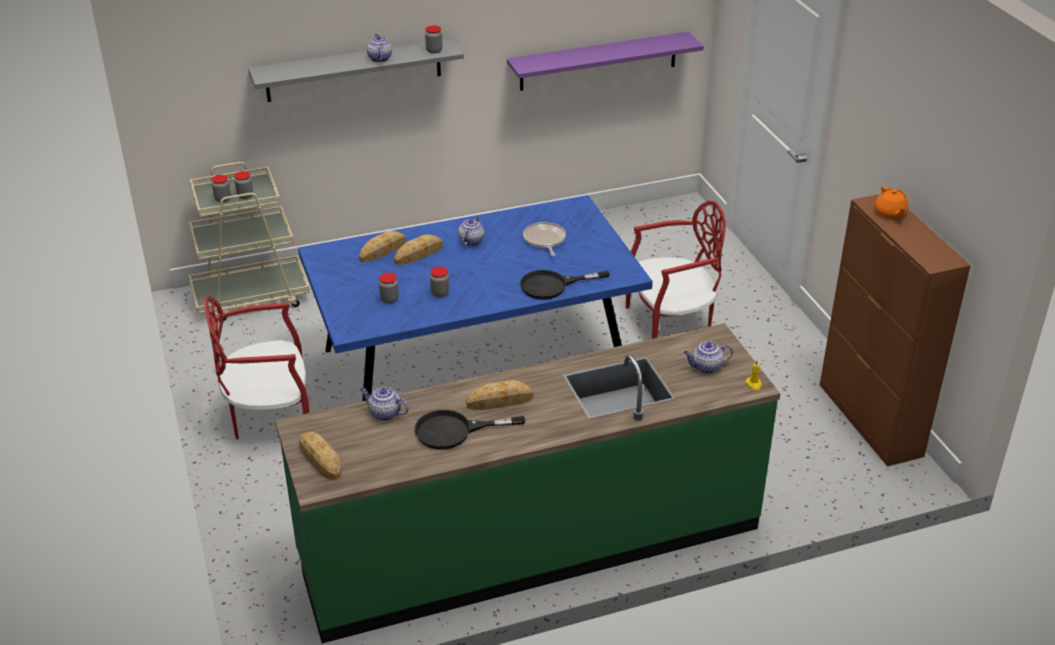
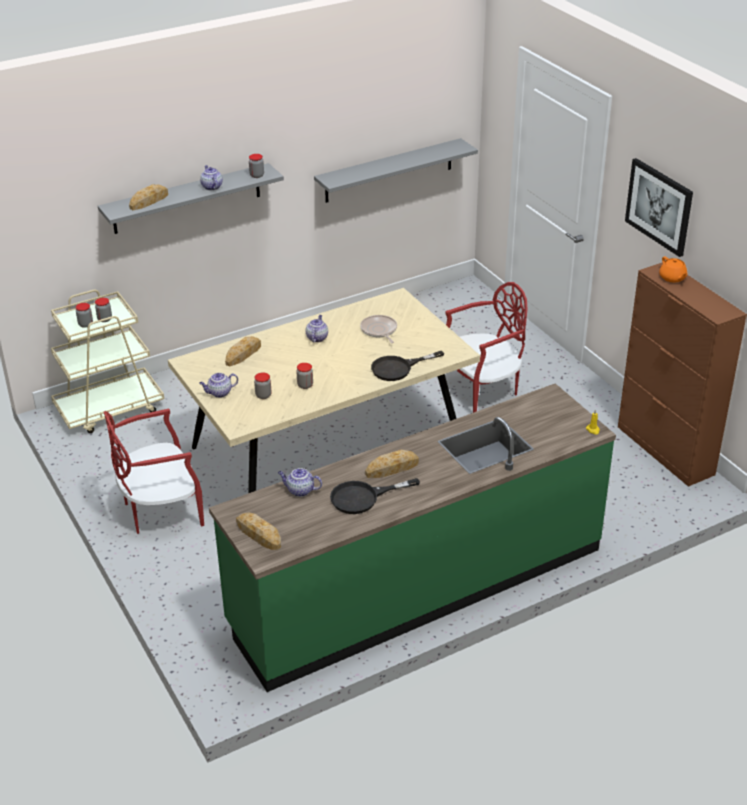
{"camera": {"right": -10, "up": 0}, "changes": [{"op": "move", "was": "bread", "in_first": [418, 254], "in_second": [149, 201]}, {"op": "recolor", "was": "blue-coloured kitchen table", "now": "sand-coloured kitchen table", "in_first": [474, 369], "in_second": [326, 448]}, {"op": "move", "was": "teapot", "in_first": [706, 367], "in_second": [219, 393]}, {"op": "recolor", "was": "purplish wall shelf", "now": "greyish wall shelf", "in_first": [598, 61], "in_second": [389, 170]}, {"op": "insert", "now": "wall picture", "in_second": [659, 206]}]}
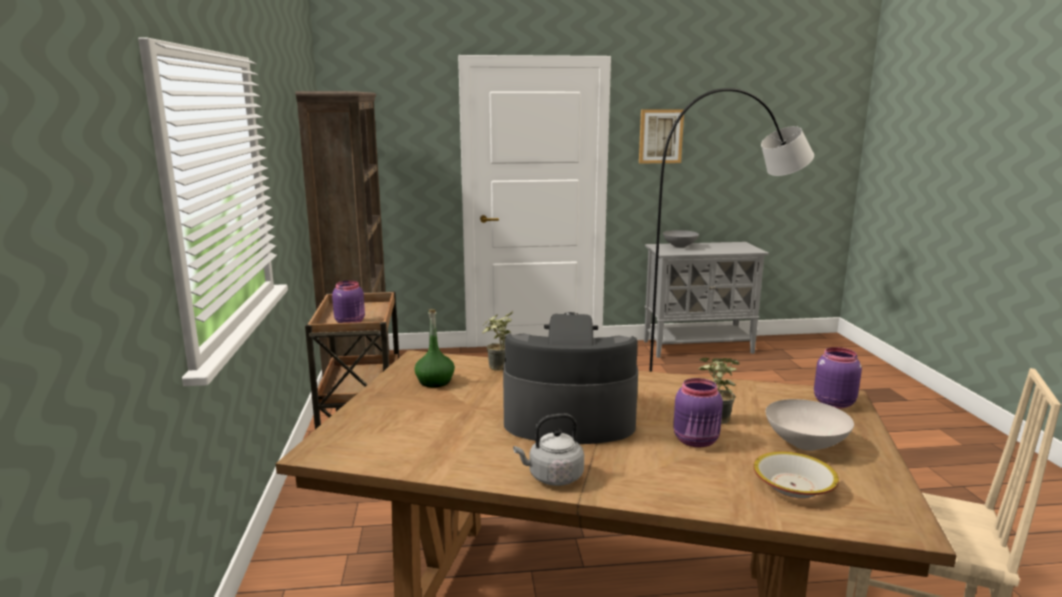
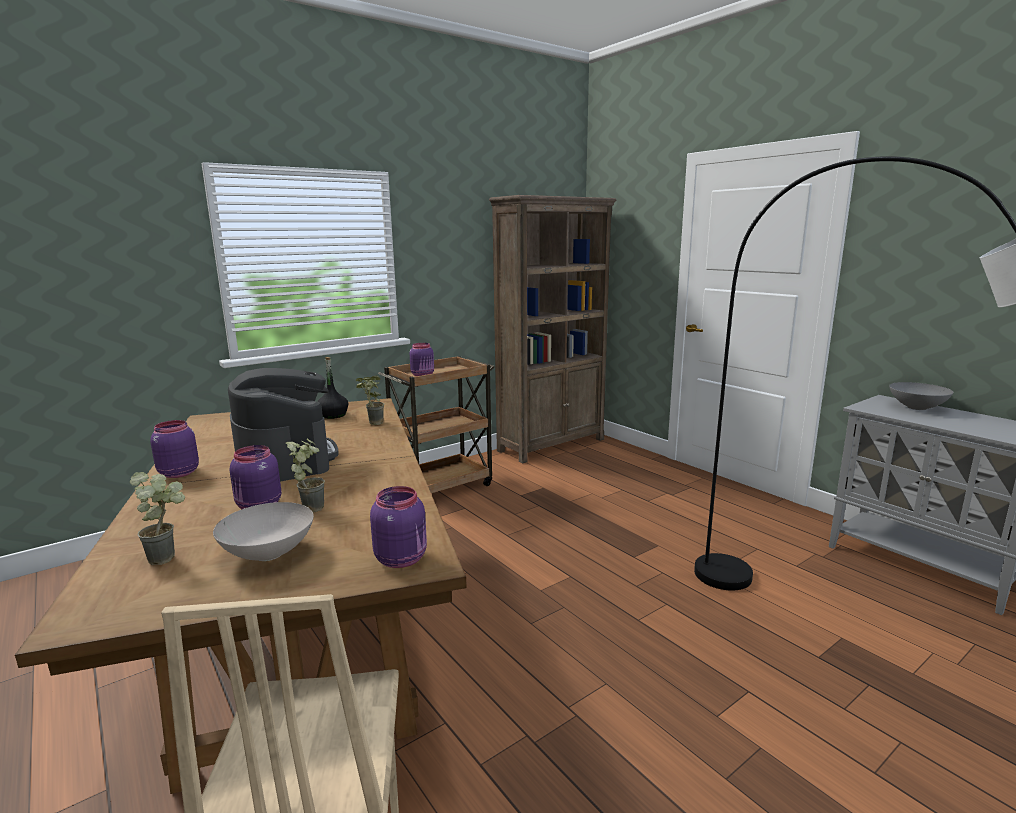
{"camera": {"right": 60, "up": 0}, "changes": [{"op": "replace", "was": "deep dish", "now": "potted plant", "in_first": [793, 486], "in_second": [170, 557]}, {"op": "replace", "was": "greyish tea kettle", "now": "purplish preserve jar", "in_first": [552, 477], "in_second": [178, 473]}, {"op": "recolor", "was": "green beverage bottle", "now": "black beverage bottle", "in_first": [435, 381], "in_second": [333, 415]}, {"op": "delete", "was": "wall picture", "in_first": [660, 136]}]}
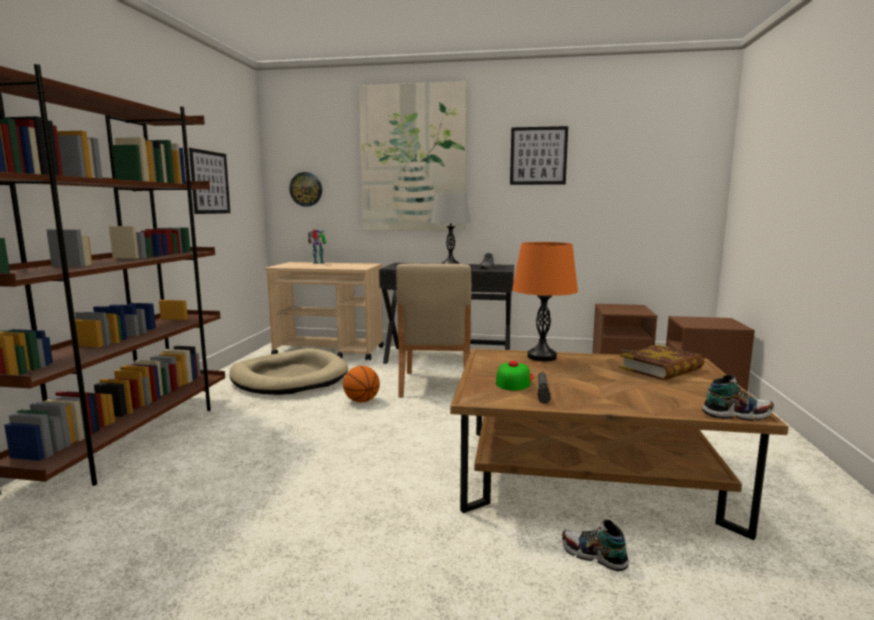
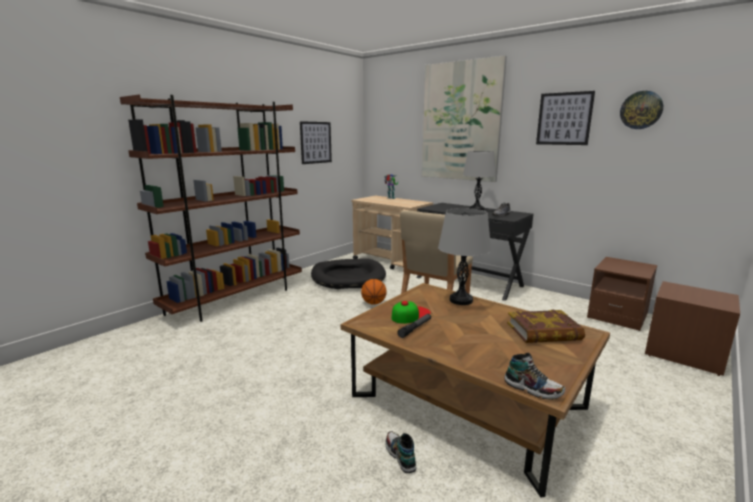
{"camera": {"right": 30, "up": 5}, "changes": [{"op": "recolor", "was": "sand-coloured dog cushion", "now": "black dog cushion", "in_first": [289, 377], "in_second": [348, 277]}, {"op": "recolor", "was": "orange-coloured lamp for a table", "now": "greyish lamp for a table", "in_first": [542, 357], "in_second": [461, 300]}, {"op": "move", "was": "hanging clock", "in_first": [306, 189], "in_second": [641, 110]}]}
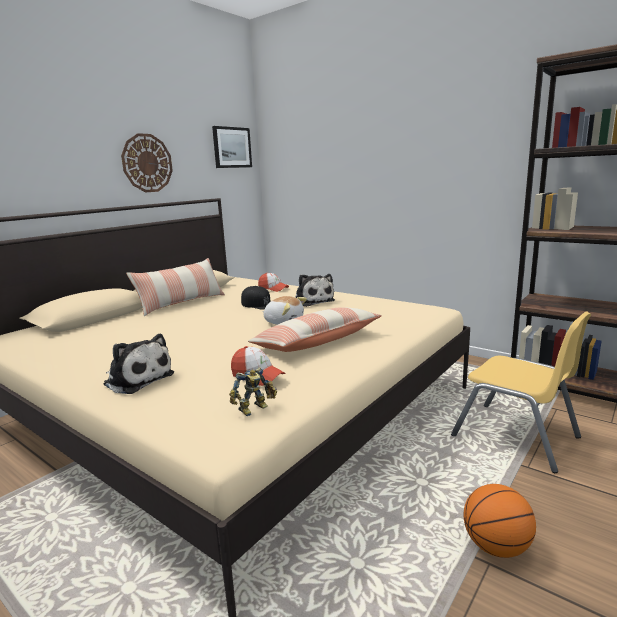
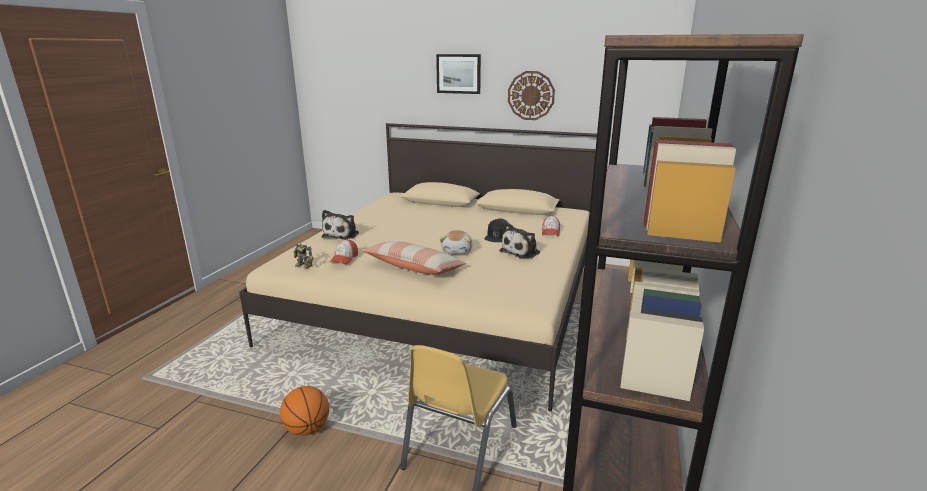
{"camera": {"right": 70, "up": 5}, "changes": [{"op": "move", "was": "wall picture", "in_first": [232, 147], "in_second": [458, 73]}, {"op": "delete", "was": "cushion", "in_first": [181, 303]}]}
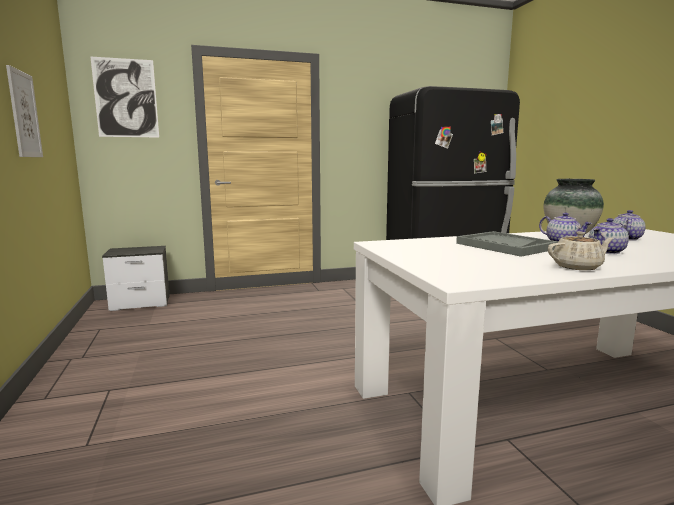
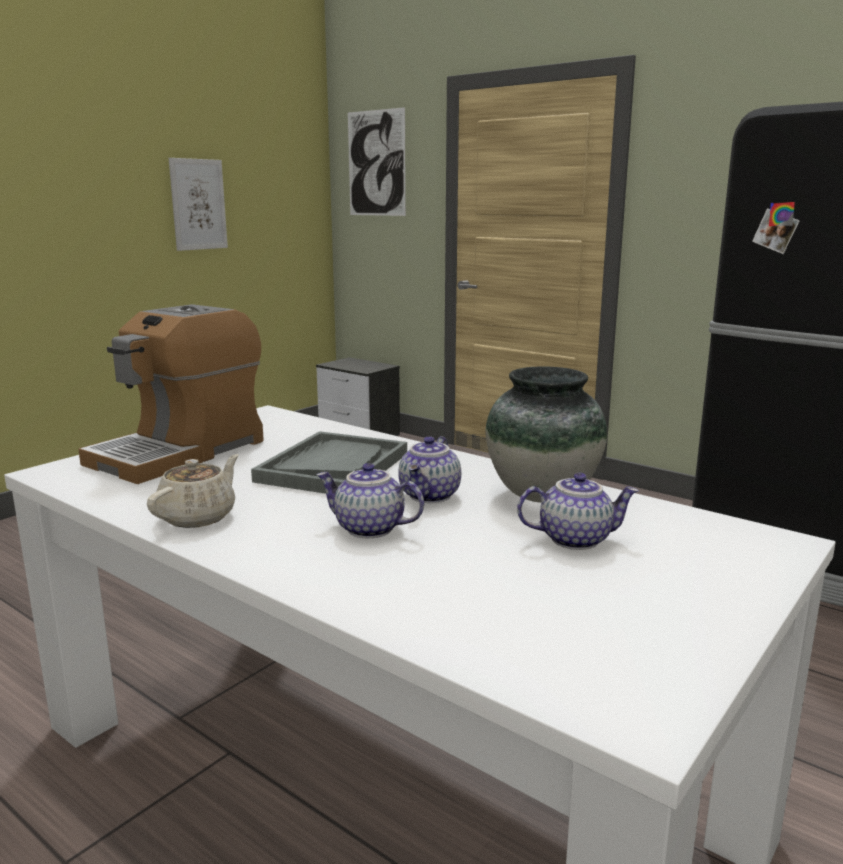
{"camera": {"right": 55, "up": 5}, "changes": [{"op": "insert", "now": "coffee maker", "in_second": [180, 452]}, {"op": "rotate", "was": "sand-coloured teapot", "in_first": [578, 267], "in_second": [198, 517], "clockwise": -105}]}
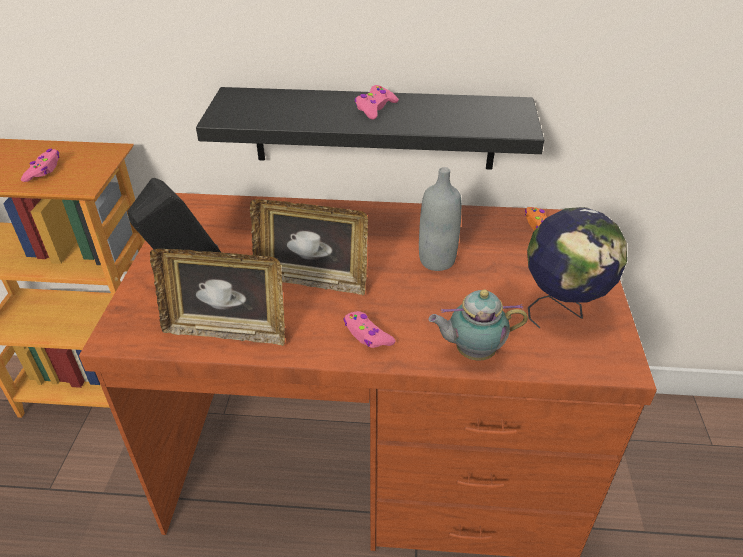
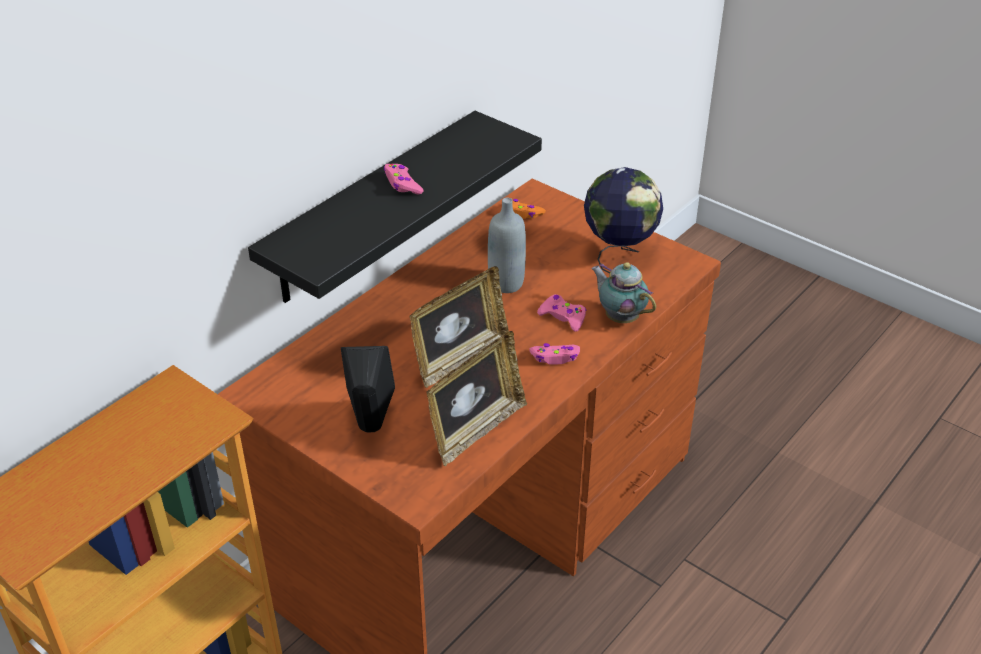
{"camera": {"right": -55, "up": 0}, "changes": [{"op": "move", "was": "pink joypad", "in_first": [43, 170], "in_second": [563, 317]}, {"op": "rotate", "was": "teapot", "in_first": [472, 352], "in_second": [620, 317], "clockwise": 105}]}
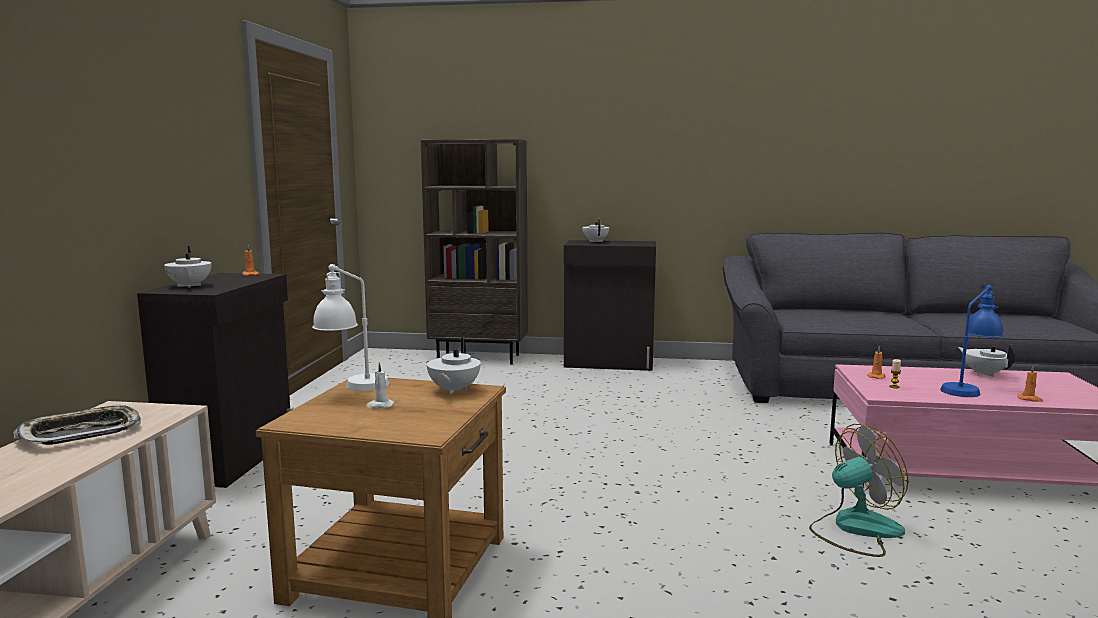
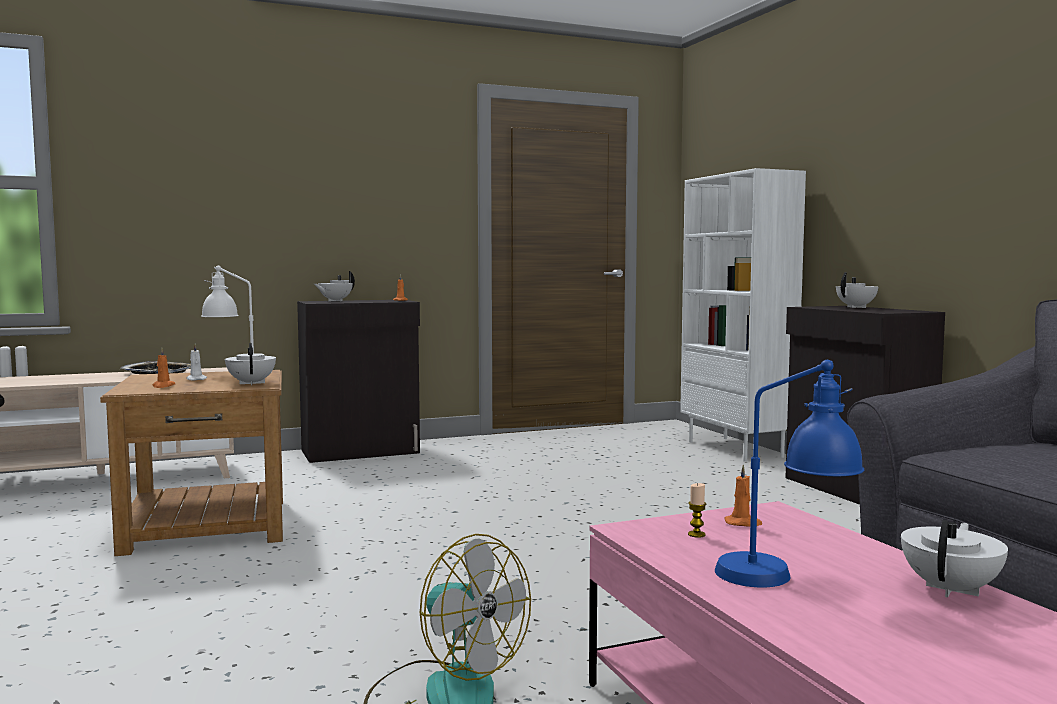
{"camera": {"right": 60, "up": -5}, "changes": [{"op": "move", "was": "orange-coloured wax light", "in_first": [1030, 399], "in_second": [163, 386]}, {"op": "rotate", "was": "white teapot", "in_first": [453, 390], "in_second": [252, 383], "clockwise": 90}, {"op": "recolor", "was": "brownish bookshelf", "now": "white bookshelf", "in_first": [479, 358], "in_second": [736, 449]}]}
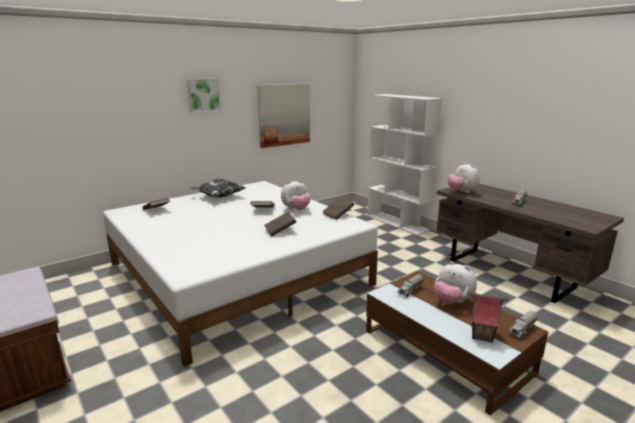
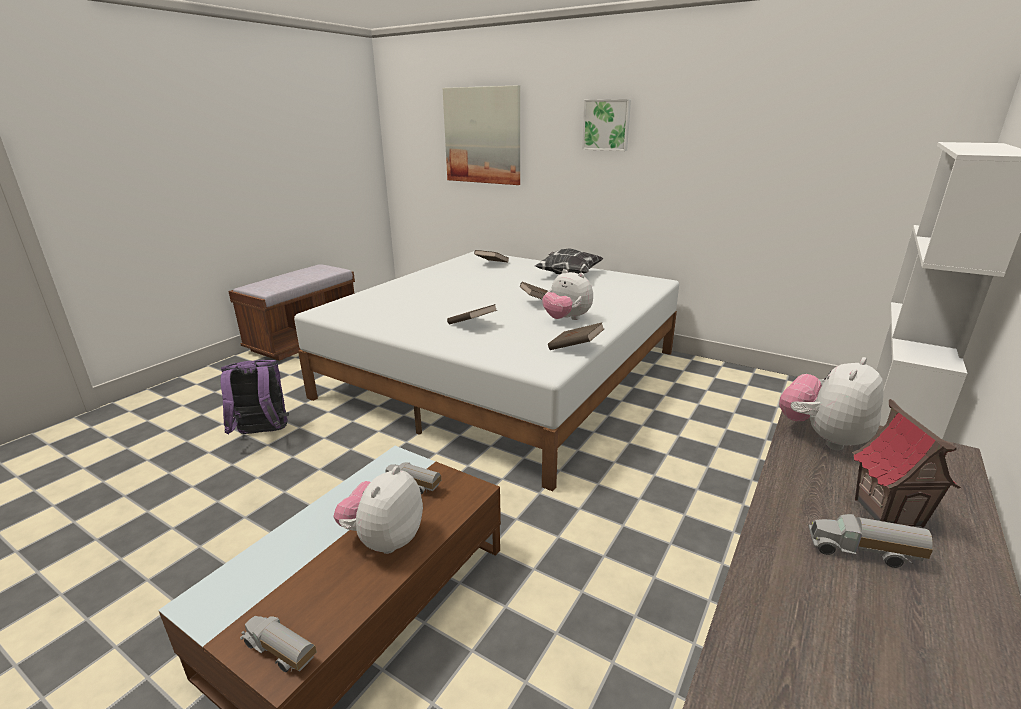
{"camera": {"right": 70, "up": 5}, "changes": [{"op": "insert", "now": "purplish backpack", "in_second": [262, 434]}, {"op": "move", "was": "wall picture", "in_first": [284, 115], "in_second": [482, 136]}, {"op": "move", "was": "toy house", "in_first": [482, 335], "in_second": [889, 512]}]}
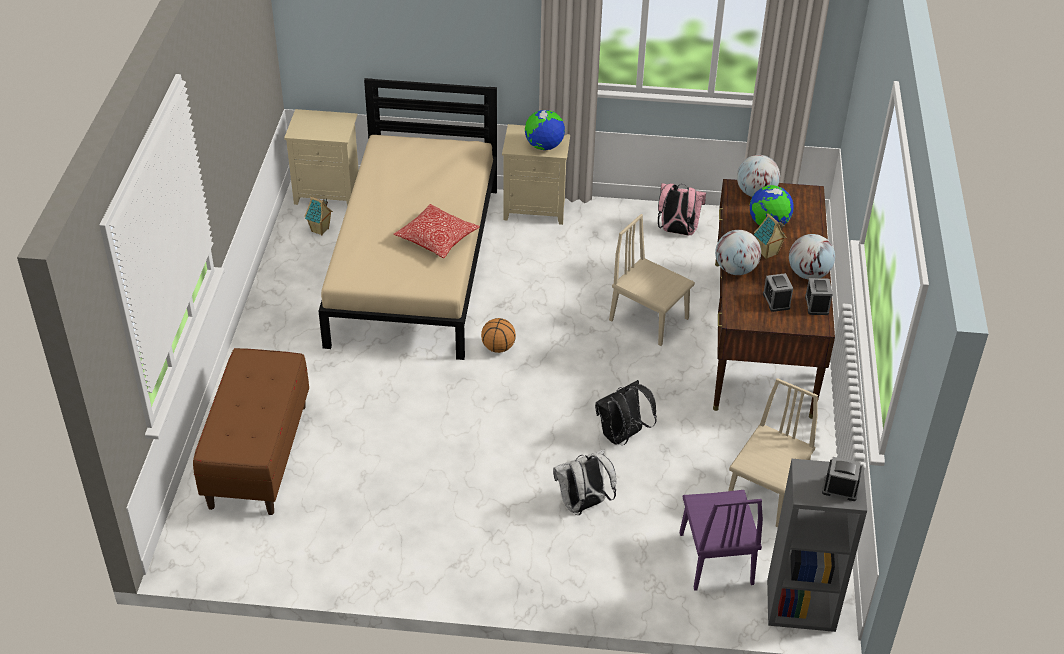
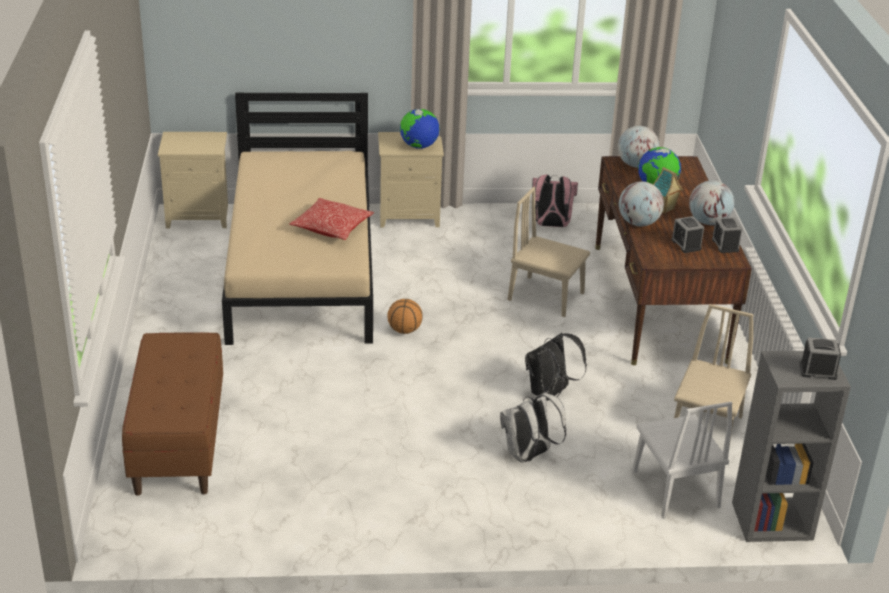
{"camera": {"right": -10, "up": -10}, "changes": [{"op": "recolor", "was": "purplish upright chair", "now": "white upright chair", "in_first": [716, 558], "in_second": [675, 489]}, {"op": "delete", "was": "toy house", "in_first": [320, 230]}]}
